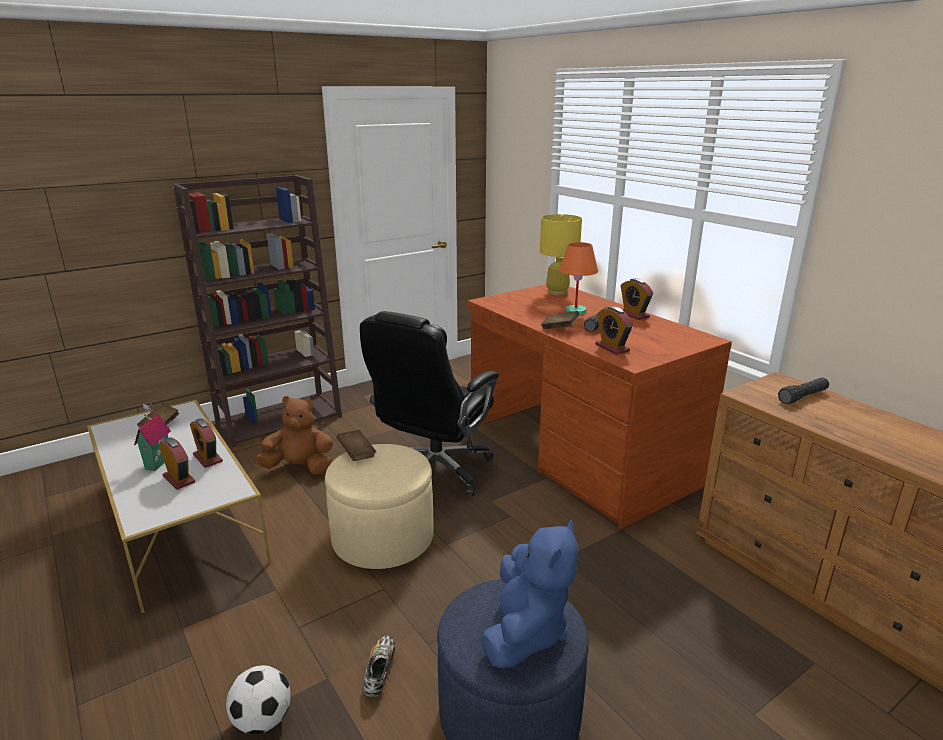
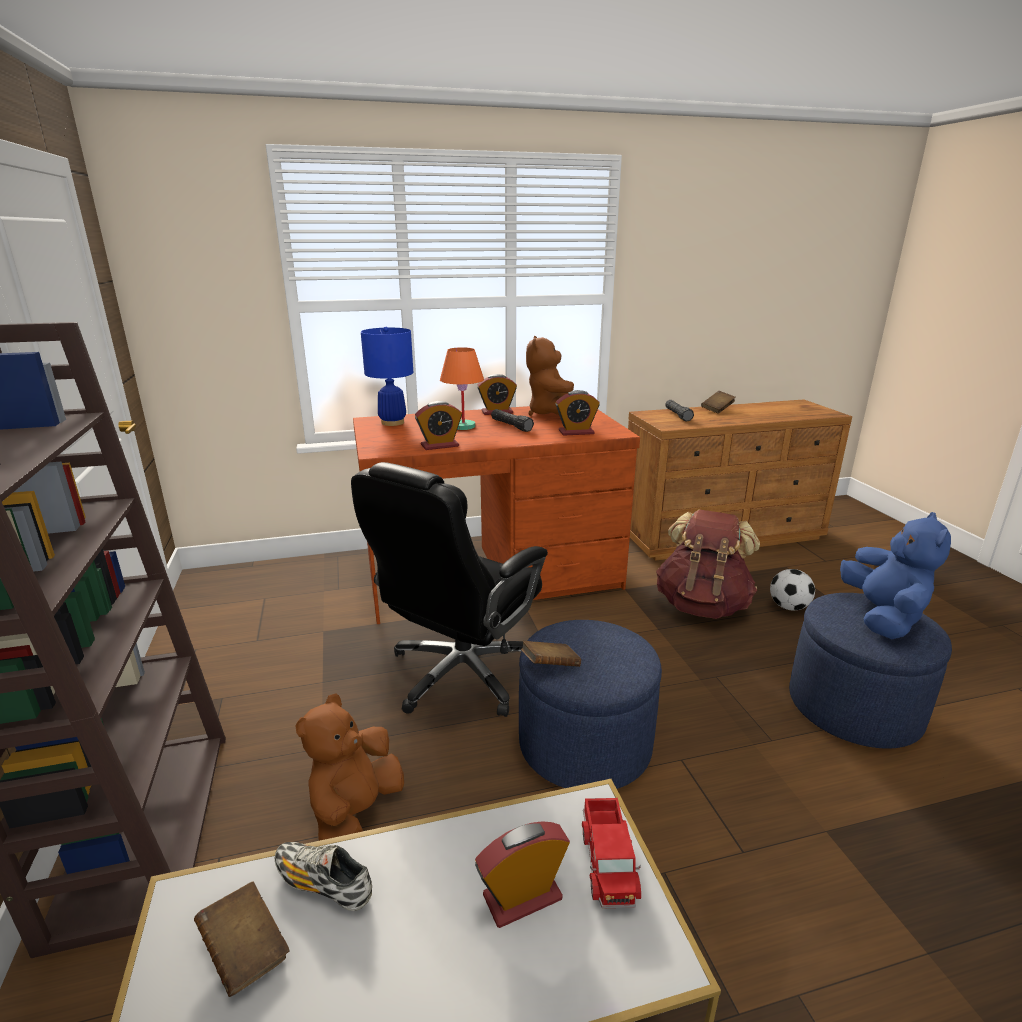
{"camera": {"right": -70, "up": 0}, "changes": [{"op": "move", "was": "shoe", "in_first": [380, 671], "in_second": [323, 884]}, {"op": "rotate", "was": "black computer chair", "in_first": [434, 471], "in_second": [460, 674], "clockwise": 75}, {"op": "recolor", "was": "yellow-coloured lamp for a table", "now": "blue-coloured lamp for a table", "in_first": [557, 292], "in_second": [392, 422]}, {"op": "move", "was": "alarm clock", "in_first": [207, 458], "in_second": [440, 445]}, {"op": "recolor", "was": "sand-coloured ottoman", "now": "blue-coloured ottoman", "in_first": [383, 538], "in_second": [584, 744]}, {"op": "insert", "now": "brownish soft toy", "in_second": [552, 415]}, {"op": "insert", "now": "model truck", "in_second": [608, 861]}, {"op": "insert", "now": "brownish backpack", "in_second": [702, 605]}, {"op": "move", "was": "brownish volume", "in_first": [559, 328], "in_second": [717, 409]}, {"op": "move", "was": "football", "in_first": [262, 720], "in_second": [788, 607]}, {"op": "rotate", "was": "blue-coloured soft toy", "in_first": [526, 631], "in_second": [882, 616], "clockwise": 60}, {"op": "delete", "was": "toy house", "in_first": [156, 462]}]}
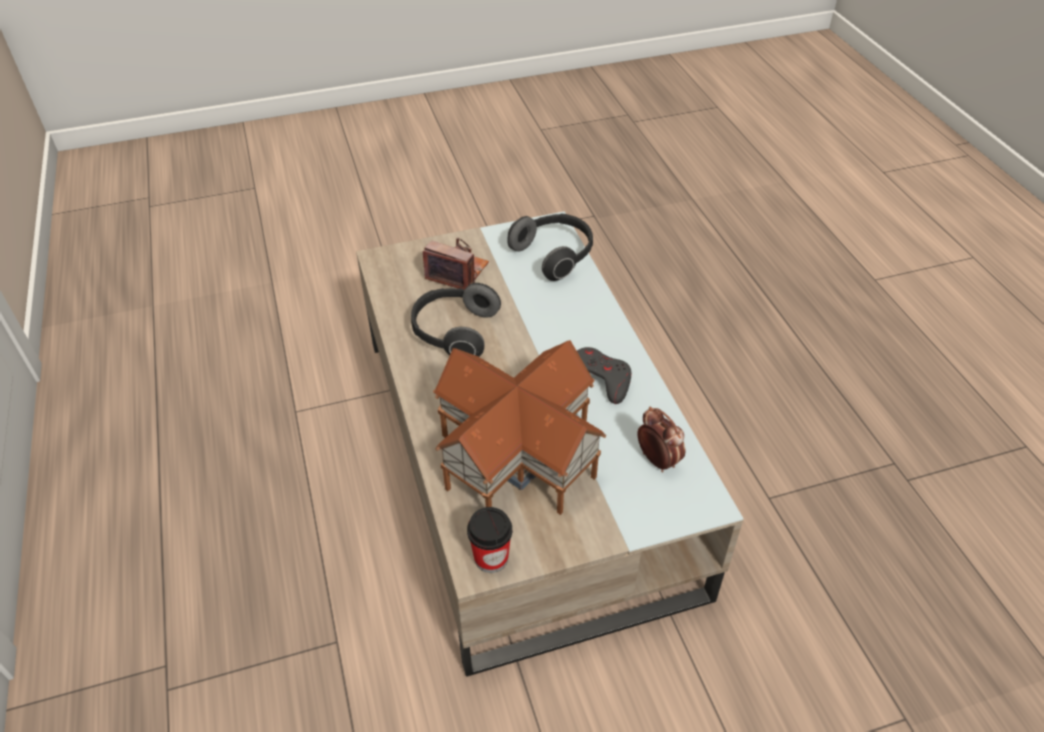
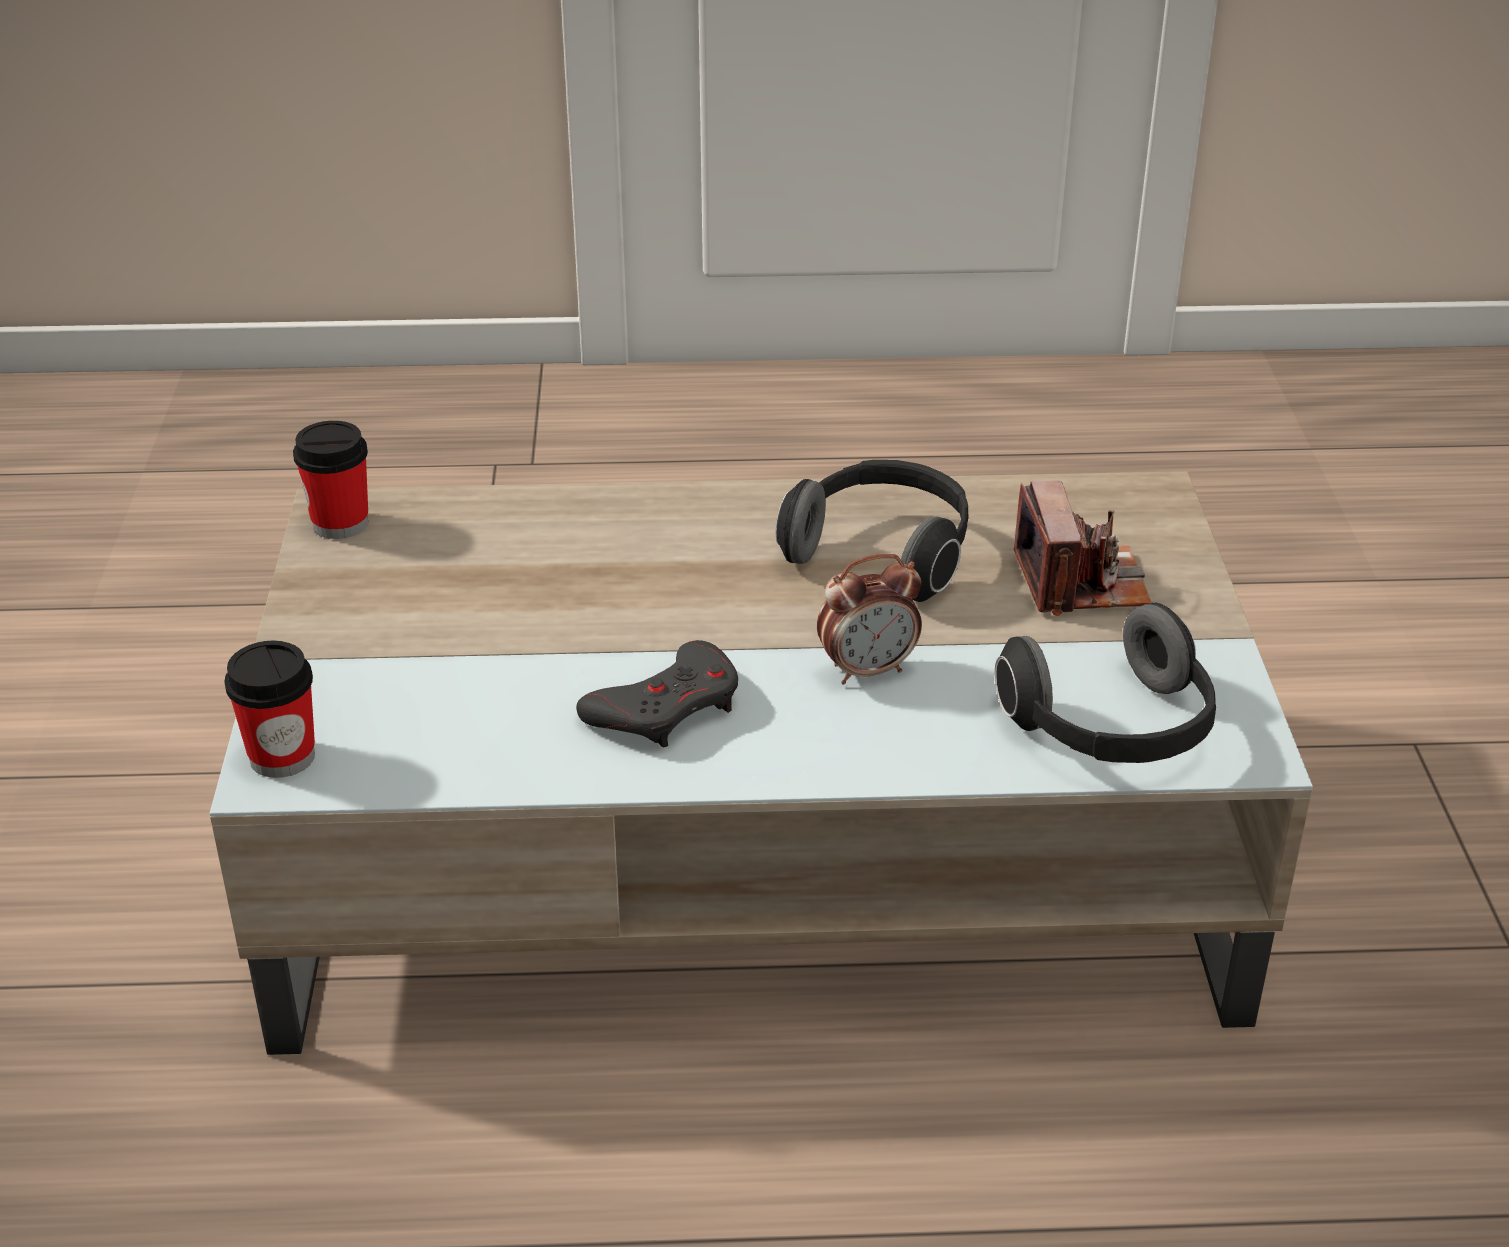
{"camera": {"right": 105, "up": -10}, "changes": [{"op": "insert", "now": "drinking cup", "in_second": [282, 757]}, {"op": "move", "was": "alarm clock", "in_first": [657, 460], "in_second": [868, 670]}, {"op": "rotate", "was": "still camera", "in_first": [457, 272], "in_second": [1080, 582], "clockwise": -45}, {"op": "delete", "was": "toy house", "in_first": [521, 456]}]}
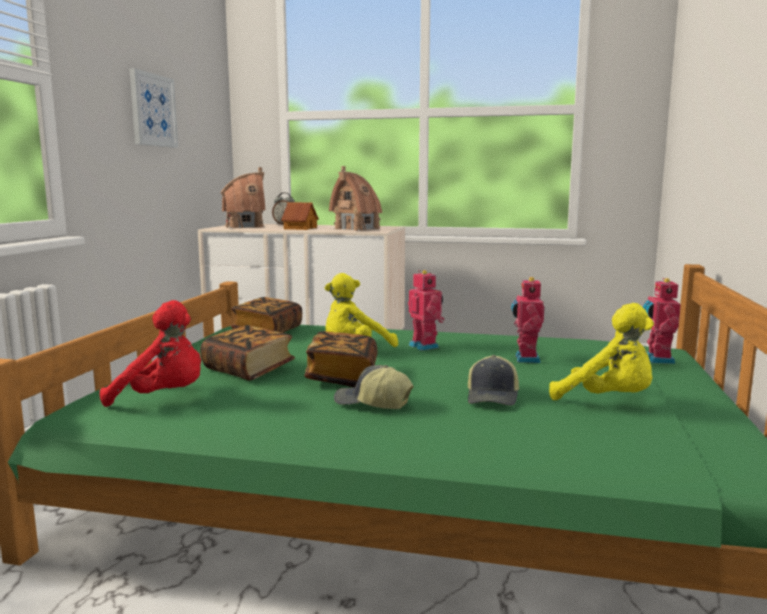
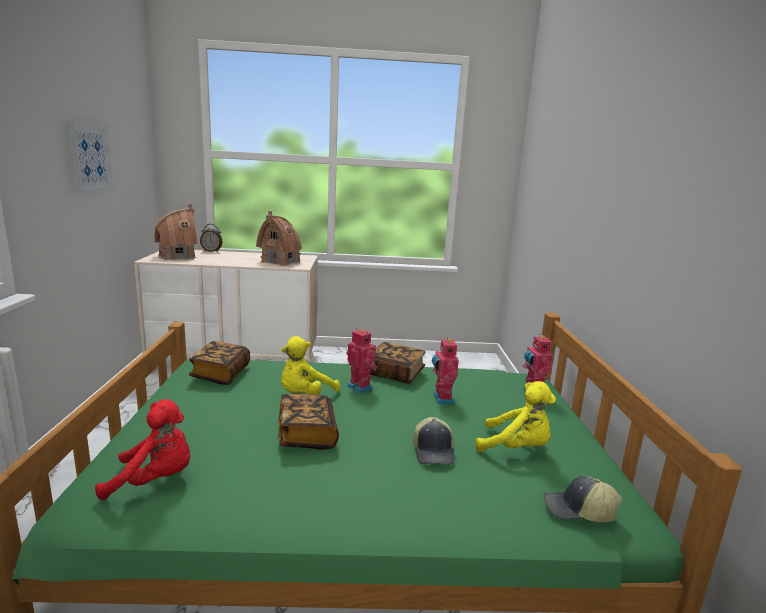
{"camera": {"right": -15, "up": 5}, "changes": [{"op": "move", "was": "volume", "in_first": [248, 370], "in_second": [395, 374]}, {"op": "move", "was": "cap", "in_first": [372, 404], "in_second": [578, 511]}, {"op": "delete", "was": "toy house", "in_first": [300, 228]}]}
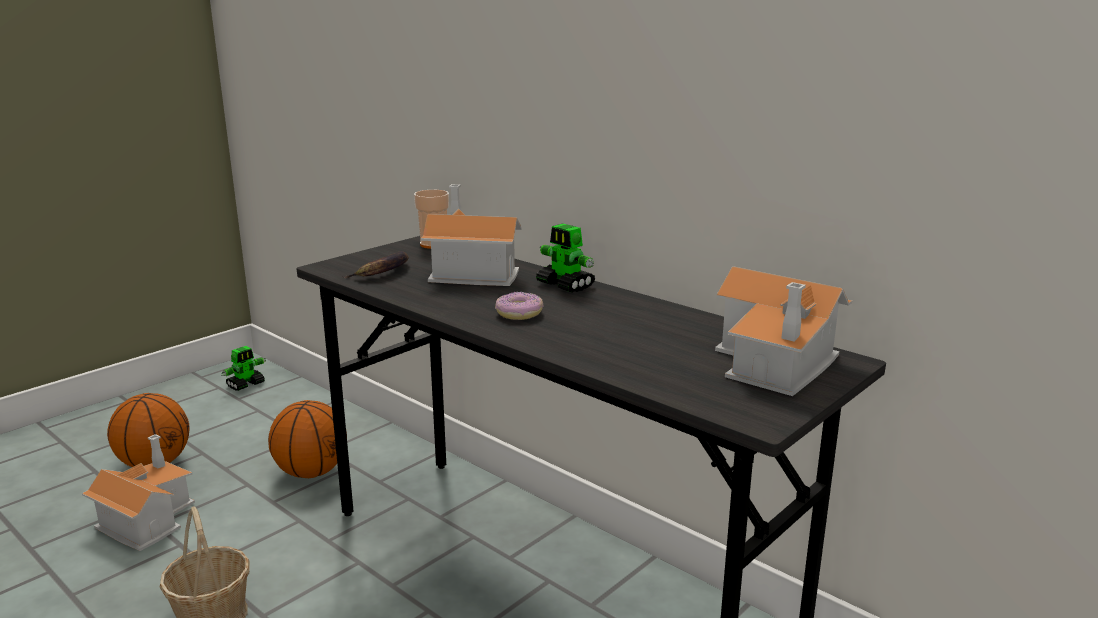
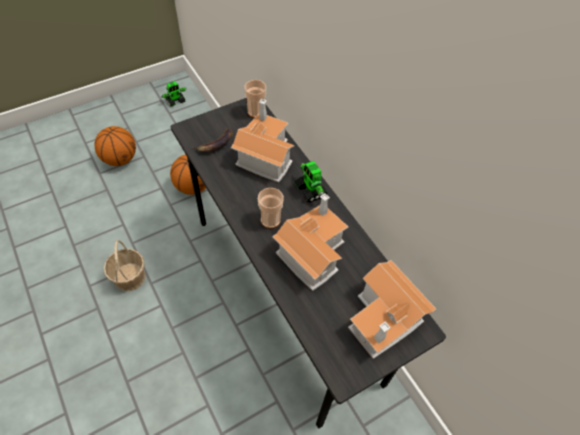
{"camera": {"right": 15, "up": 35}, "changes": [{"op": "replace", "was": "donut", "now": "drinking cup", "in_first": [519, 313], "in_second": [270, 220]}, {"op": "move", "was": "toy house", "in_first": [146, 518], "in_second": [311, 251]}]}
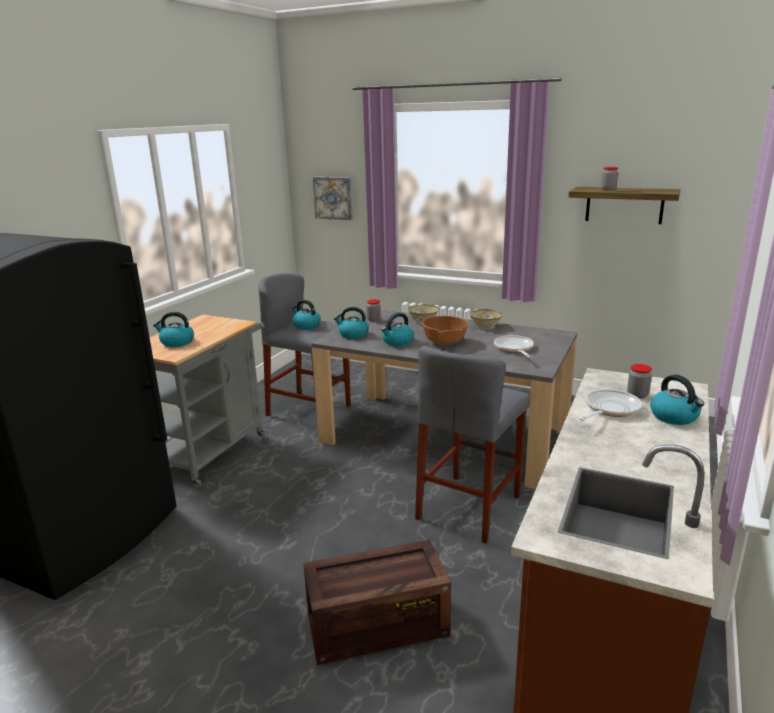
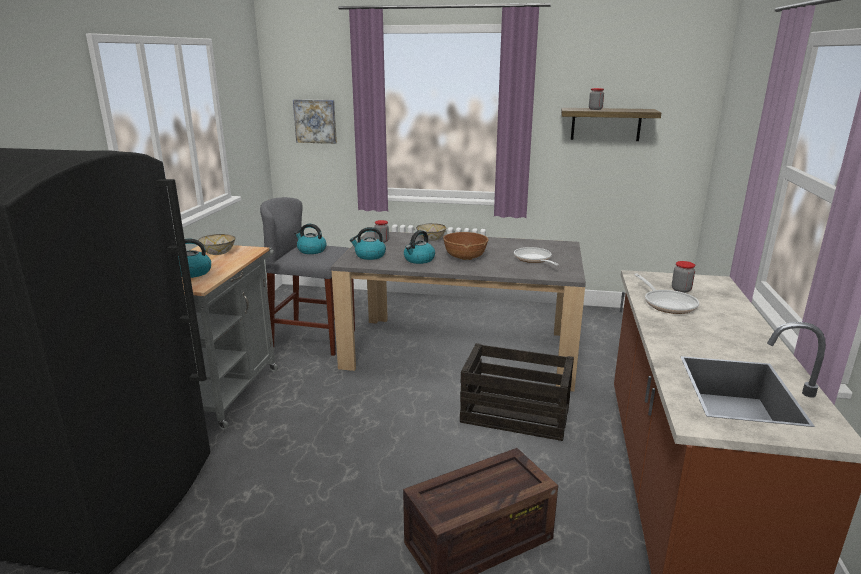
{"camera": {"right": -15, "up": 0}, "changes": [{"op": "move", "was": "deep dish", "in_first": [485, 326], "in_second": [218, 253]}, {"op": "replace", "was": "greyish stool seat", "now": "crate", "in_first": [469, 507], "in_second": [514, 414]}, {"op": "rotate", "was": "pan", "in_first": [609, 409], "in_second": [667, 304], "clockwise": 135}, {"op": "delete", "was": "tea kettle", "in_first": [674, 417]}]}
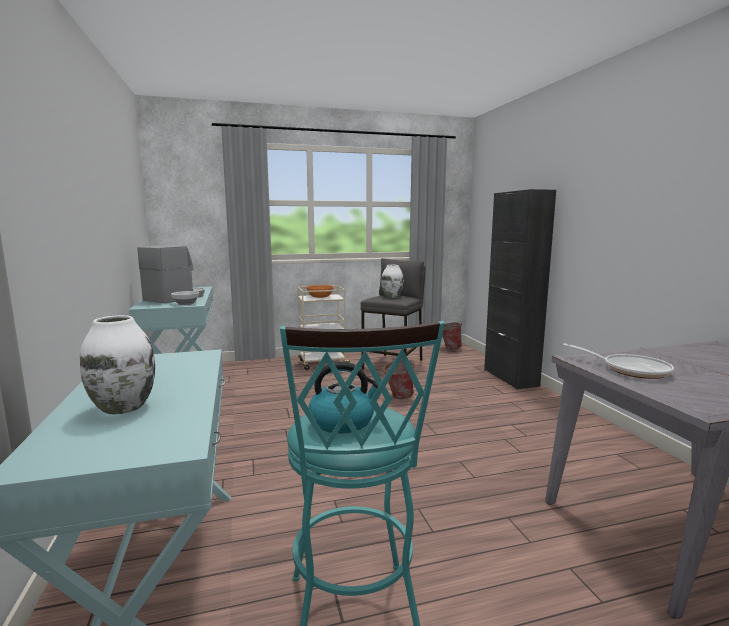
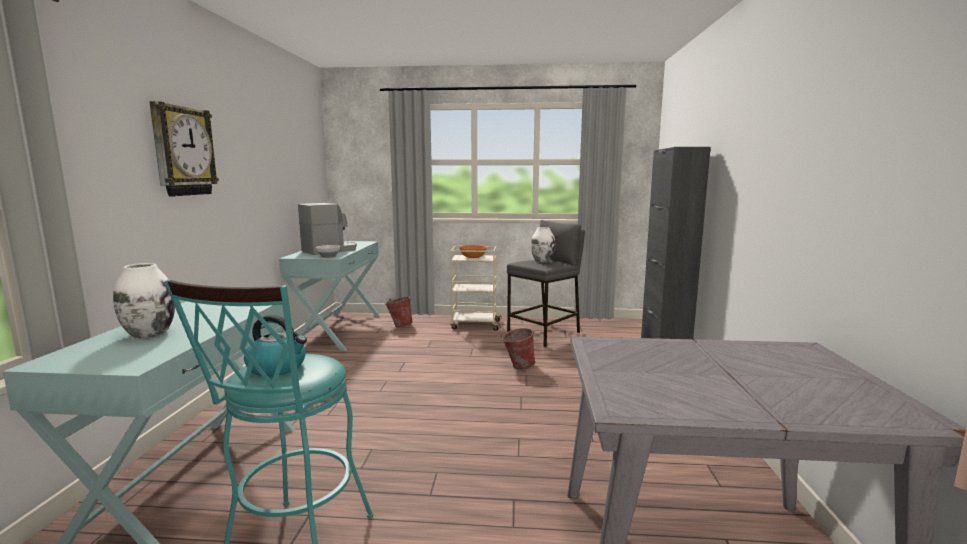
{"camera": {"right": 20, "up": 0}, "changes": [{"op": "insert", "now": "hanging clock", "in_second": [182, 151]}, {"op": "move", "was": "pail", "in_first": [449, 348], "in_second": [399, 325]}, {"op": "delete", "was": "pan", "in_first": [630, 369]}]}
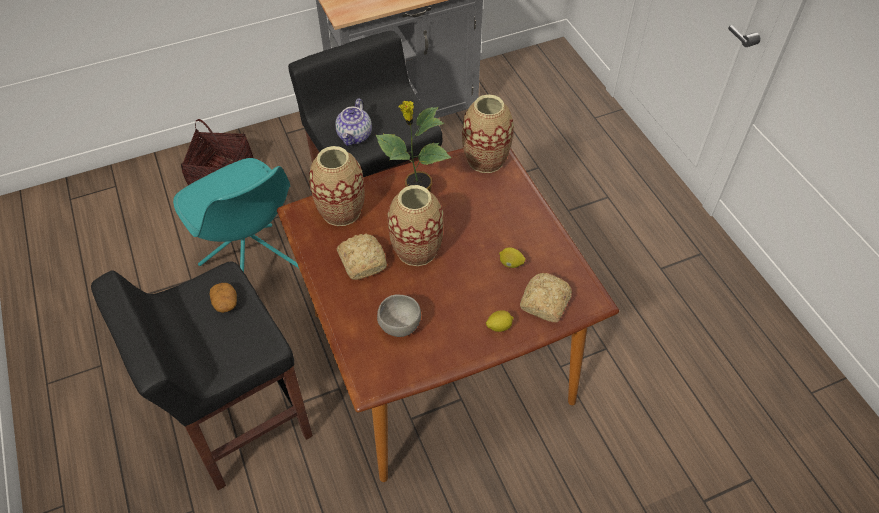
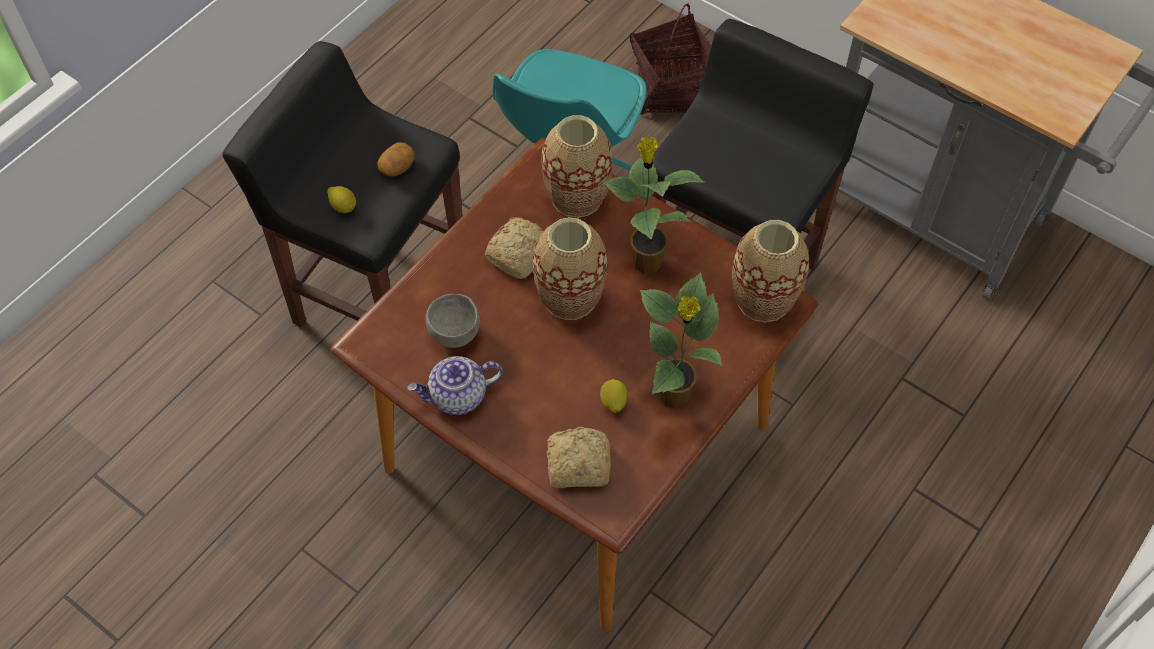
{"camera": {"right": 60, "up": 5}, "changes": [{"op": "move", "was": "citrus fruit", "in_first": [499, 326], "in_second": [343, 206]}, {"op": "move", "was": "teapot", "in_first": [355, 136], "in_second": [458, 397]}, {"op": "insert", "now": "potted plant", "in_second": [674, 397]}]}
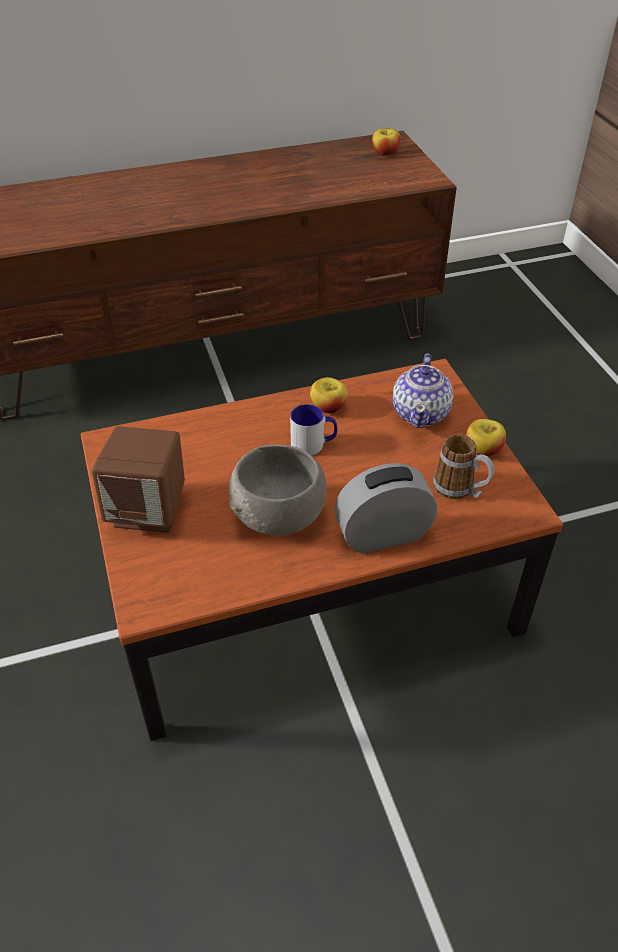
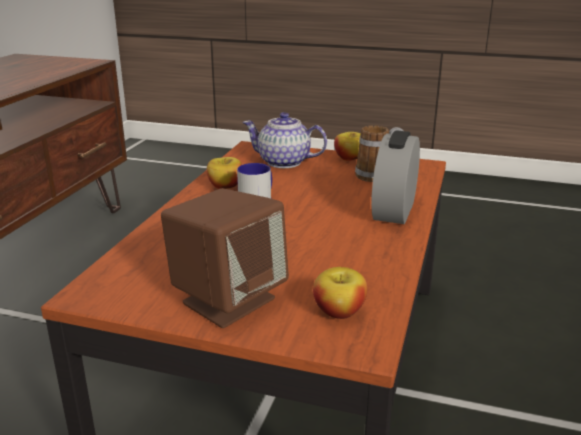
{"camera": {"right": -55, "up": -20}, "changes": [{"op": "rotate", "was": "teapot", "in_first": [421, 413], "in_second": [284, 162], "clockwise": 150}, {"op": "move", "was": "apple fruit", "in_first": [385, 153], "in_second": [339, 311]}, {"op": "delete", "was": "greyish deep dish", "in_first": [278, 516]}]}
